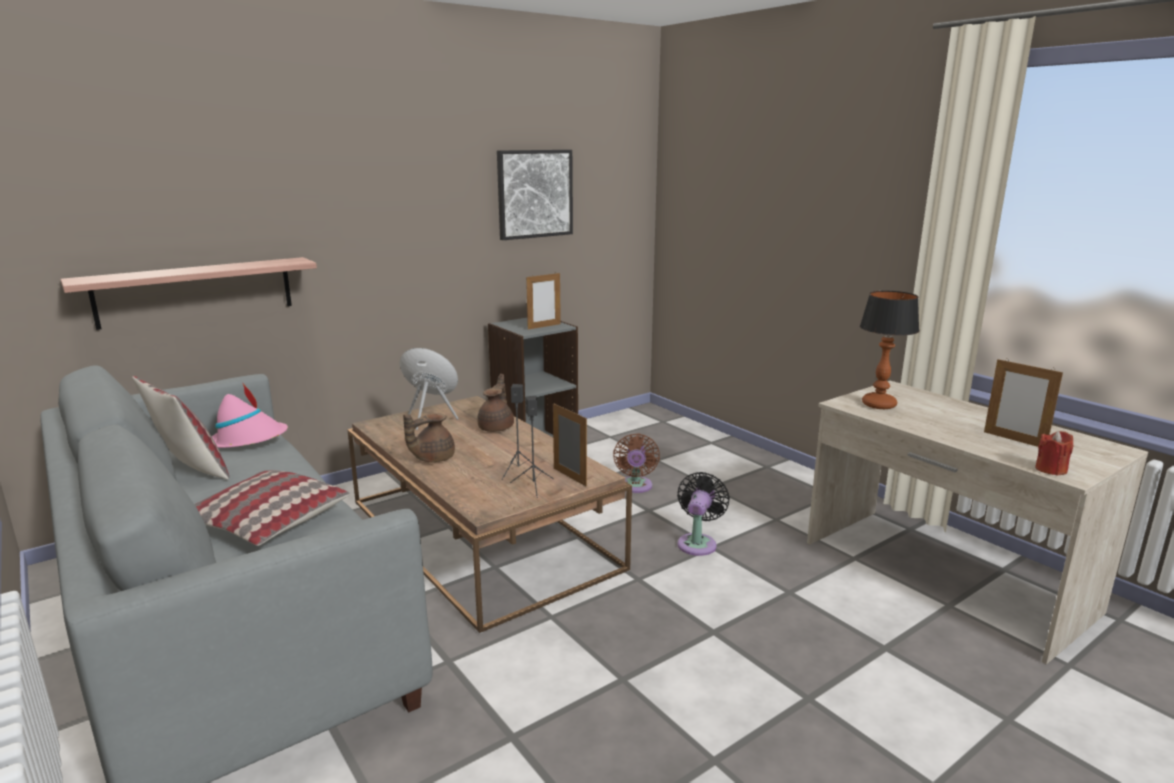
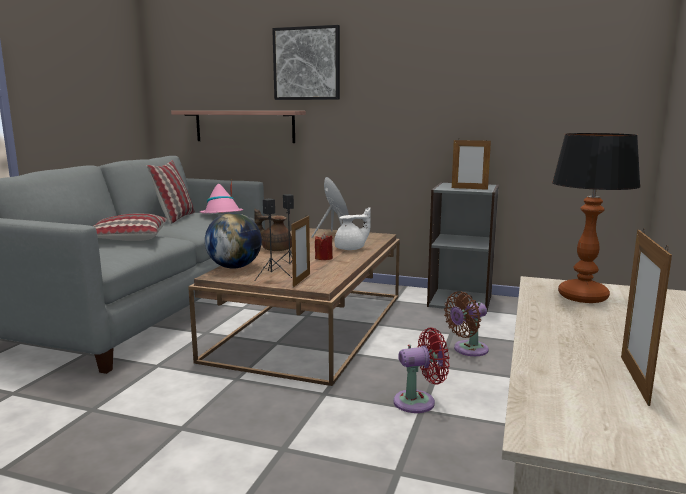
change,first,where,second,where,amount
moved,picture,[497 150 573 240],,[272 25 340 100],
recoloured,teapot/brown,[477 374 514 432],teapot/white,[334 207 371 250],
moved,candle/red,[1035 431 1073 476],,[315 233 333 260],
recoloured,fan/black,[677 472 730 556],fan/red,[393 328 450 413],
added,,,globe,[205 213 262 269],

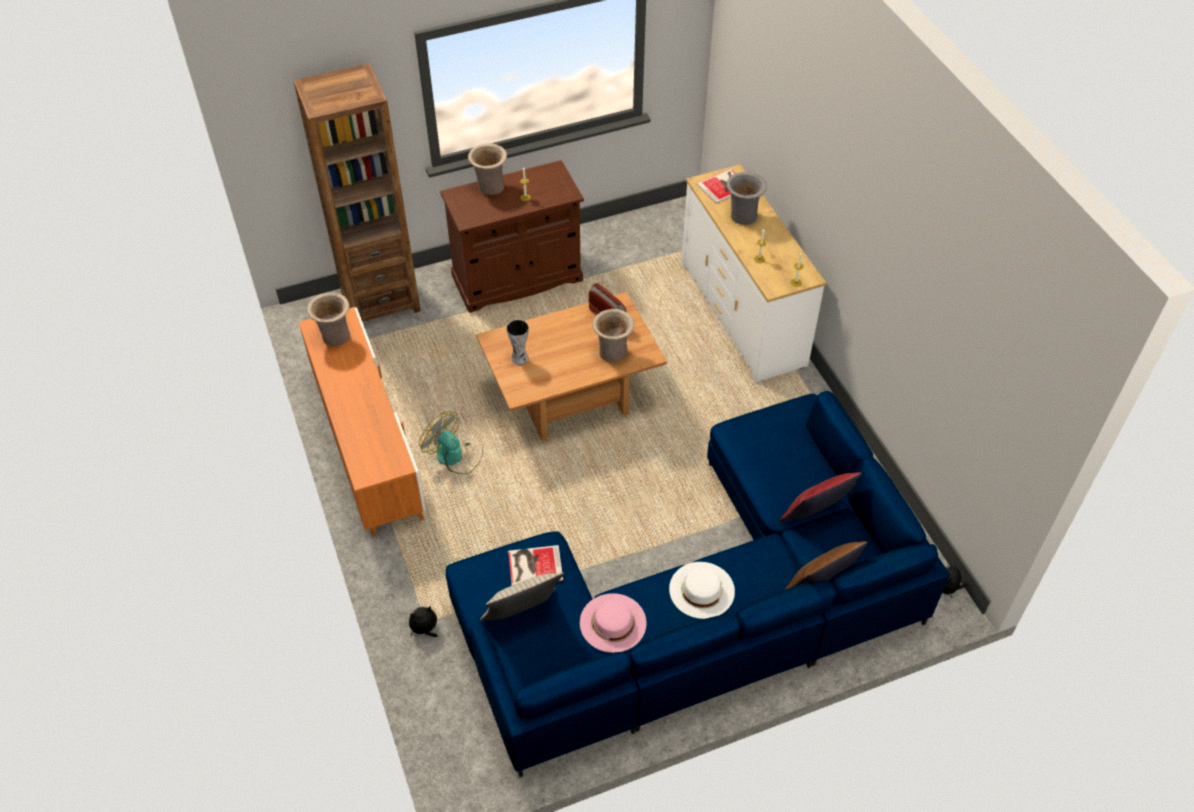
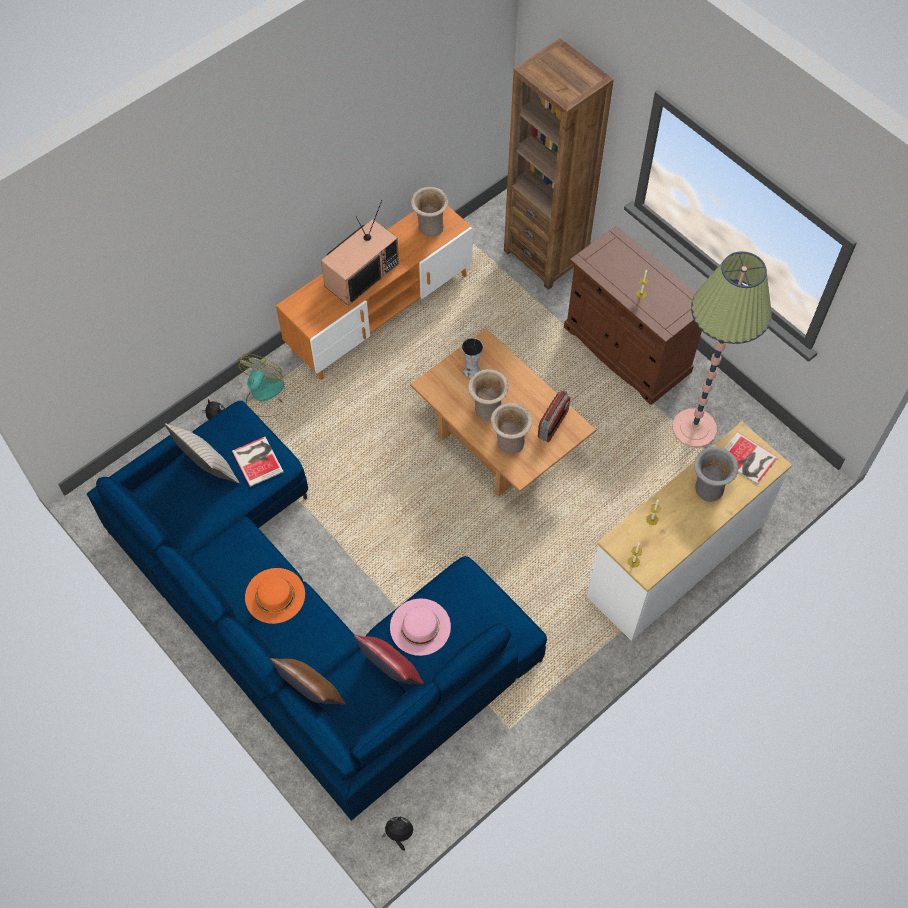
change,first,where,second,where,amount
moved,vase/beige,[468 143 507 195],,[468 369 509 421],
moved,fan,[419 411 483 474],,[238 354 284 417],
recoloured,hat/white,[669 562 735 619],hat/orange,[245 568 305 624],
moved,hat/pink,[580 593 647 653],,[390 599 451 656],
added,,,television,[321 200 399 306],
added,,,floor lamp,[672 251 772 447],

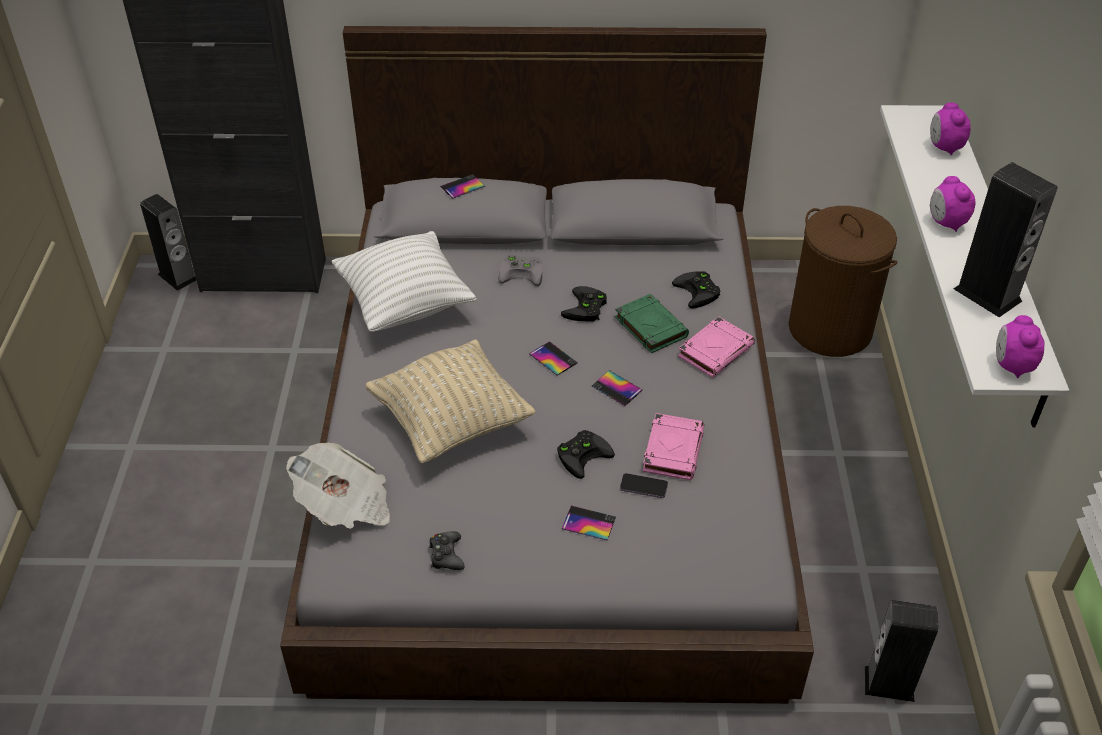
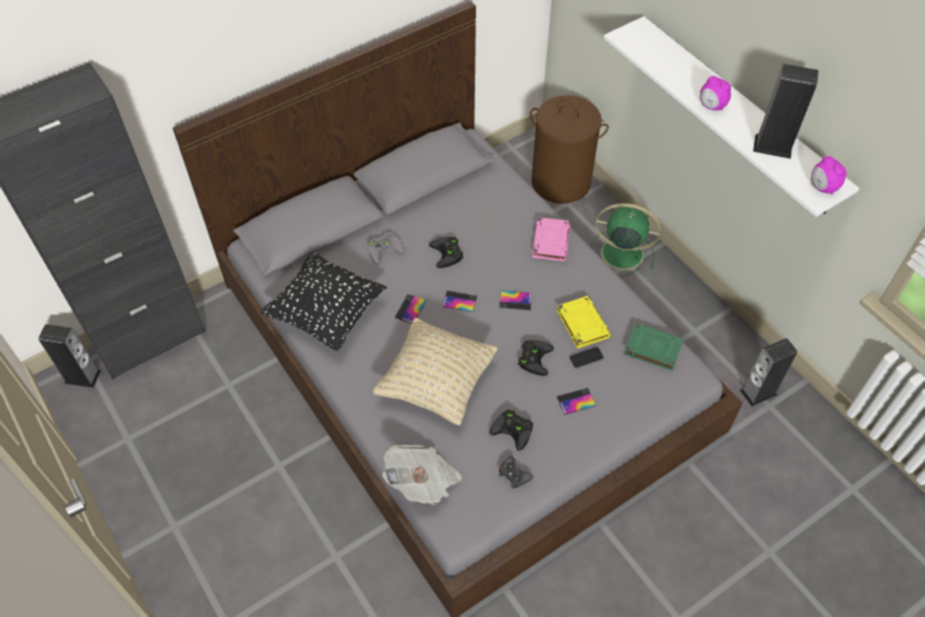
change,first,where,second,where,amount
removed,alarm clock,[930 102 971 155],,,
moved,phone,[440 174 485 199],,[394 294 427 323],
recoloured,pillow/white,[332 231 477 332],pillow/black,[261 251 387 351],
moved,game controller/black,[672 271 721 308],,[490 410 533 451],
moved,book/green,[615 294 689 353],,[624 323 683 371],
recoloured,book/pink,[643 413 704 480],book/yellow,[557 296 611 349],
added,,,fan/green,[591 203 661 277],

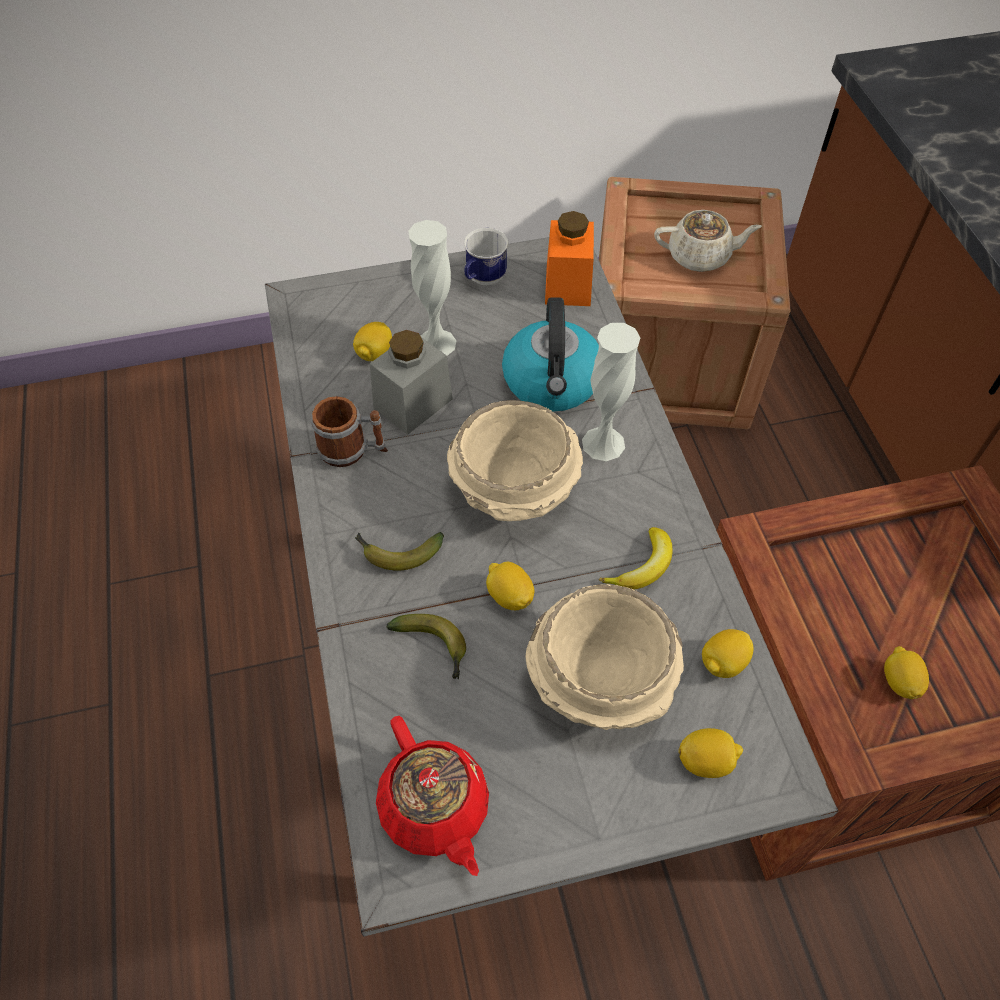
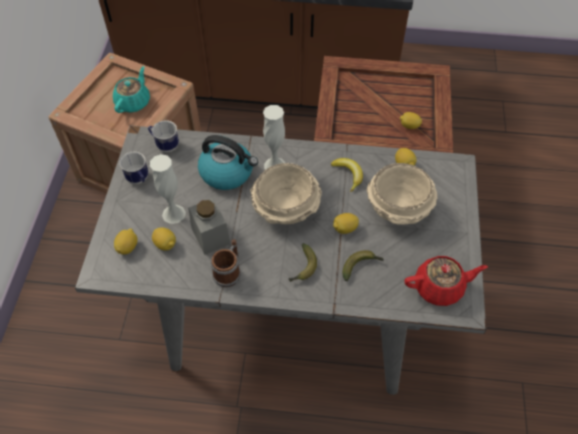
change,first,where,second,where,amount
recoloured,teapot/beige,[654 210 762 272],teapot/turquoise,[113 66 150 113],
replaced,jar/orange,[545 211 594 306],mug,[148 120 179 152],
moved,lemon,[678 728 743 778],,[114 228 138 255],

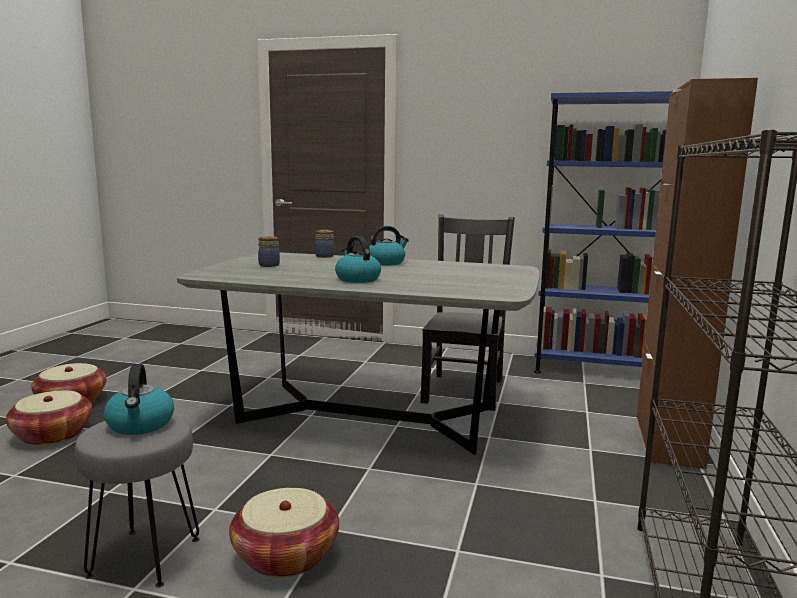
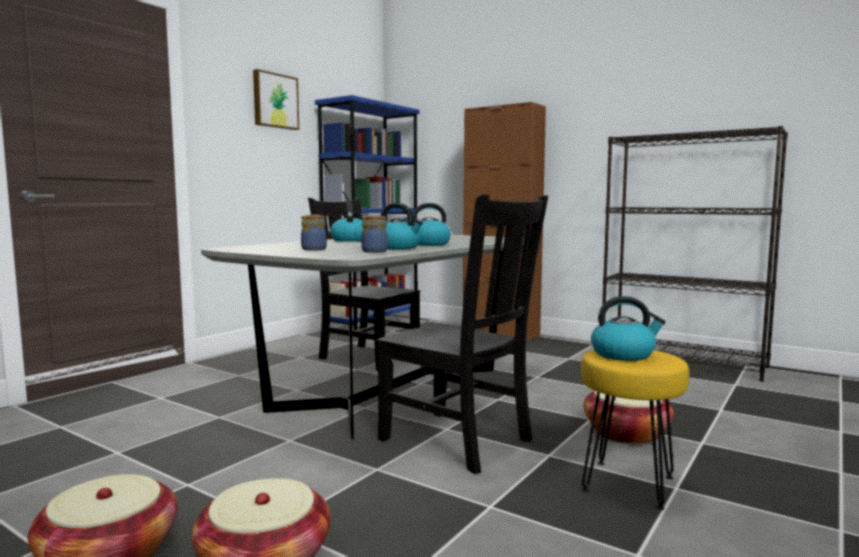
change,first,where,second,where,amount
moved,jar,[315 230 334 258],,[361 215 388 253],
recoloured,stool/grey,[75 415 199 588],stool/yellow,[581 350 689 510],
added,,,picture,[253 69 299 130],
added,,,chair/black,[377 194 548 474],
added,,,kettle,[381 203 423 249],

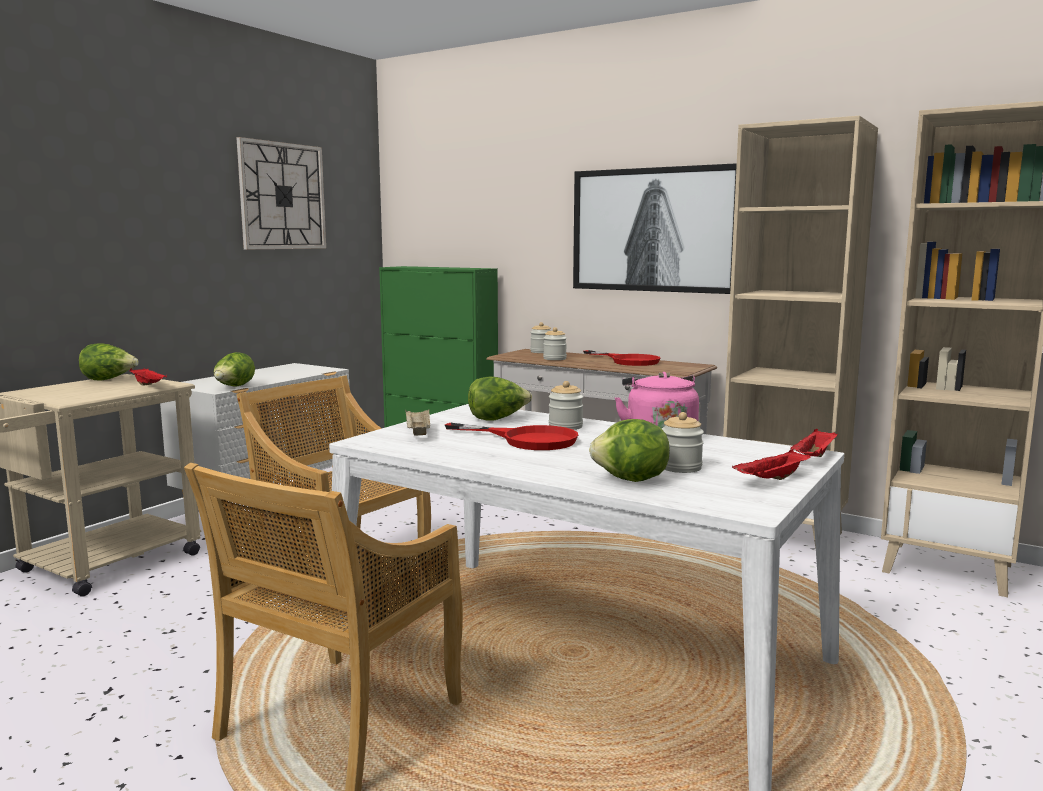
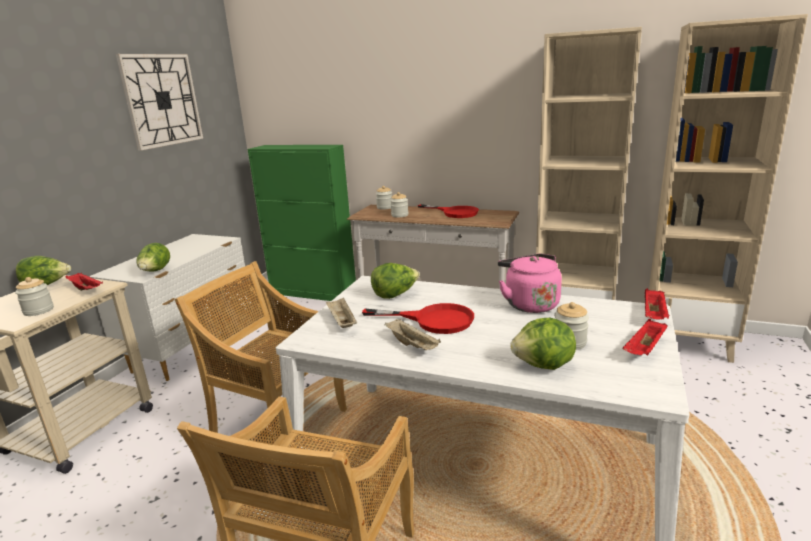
change,first,where,second,where,amount
removed,picture,[573 163 737 294],,,
moved,jar,[549 381 583 430],,[15 277 54 316],
added,,,tray/beige,[385 319 441 350],

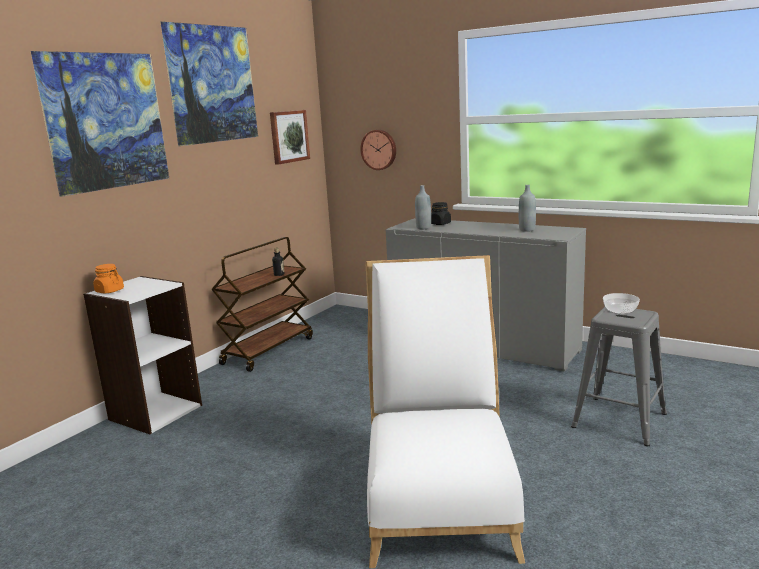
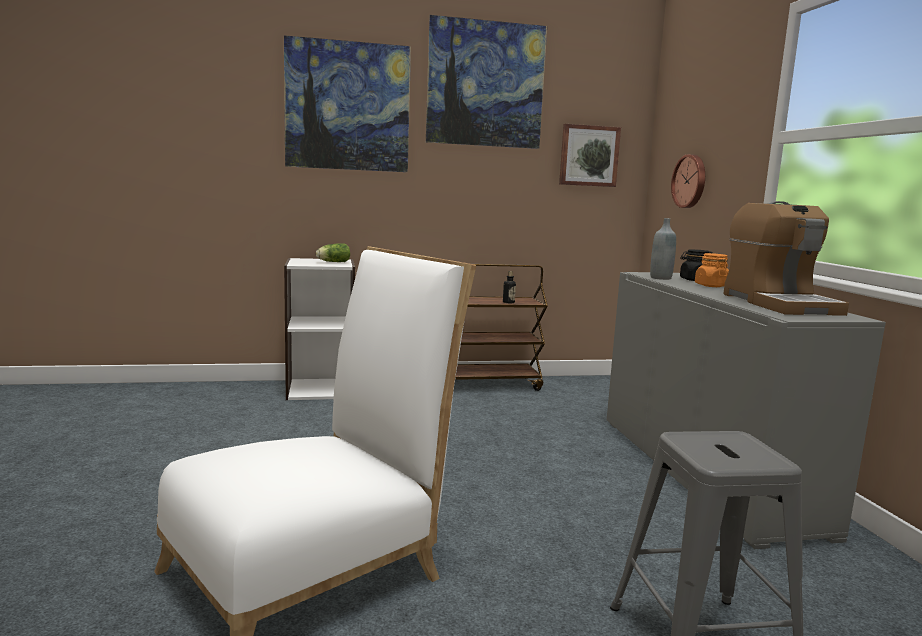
change,first,where,second,where,amount
replaced,bottle/grey,[519 185 536 232],coffee machine,[723 201 849 316],
moved,jar/orange,[93 264 124 293],,[695 253 729 287],
removed,bowl,[603 293 640 314],,,
added,,,lettuce,[316 243 350 262],

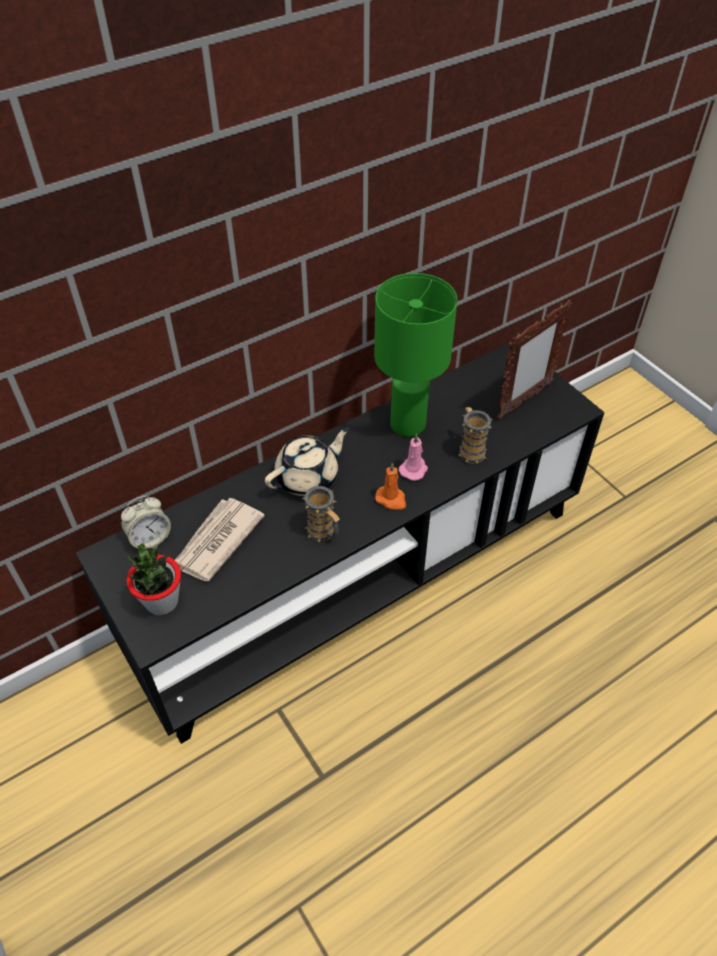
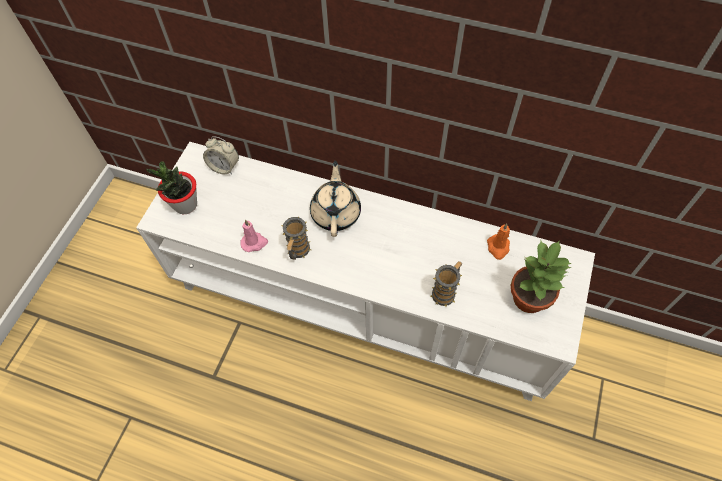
change,first,where,second,where,amount
removed,table lamp/green,[374 273 457 437],,,
replaced,picture frame,[497 300 572 420],potted plant,[511 240 572 313],
recoloured,tv stand/black,[76 341 604 744],tv stand/white,[136 142 595 401],
turned,teapot/beige,[265 427 350 496],,[310 161 361 237],105 degrees counterclockwise
moved,candle/pink,[399 434 428 481],,[240 219 268 252],
moved,candle/orange,[375 463 406 509],,[487 223 510 260],
removed,newspaper,[175 498 265 581],,,

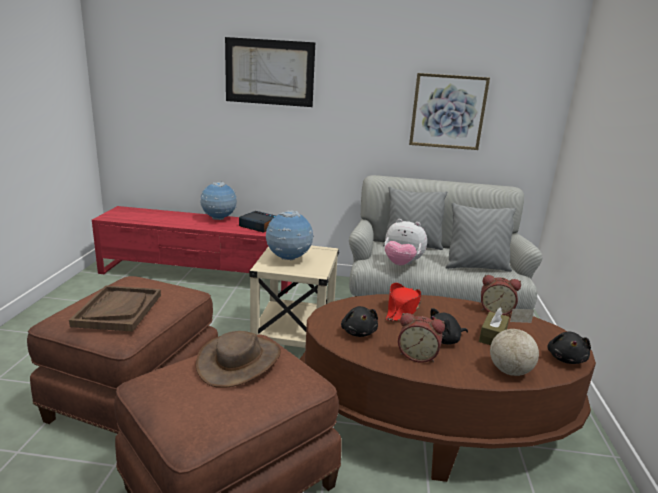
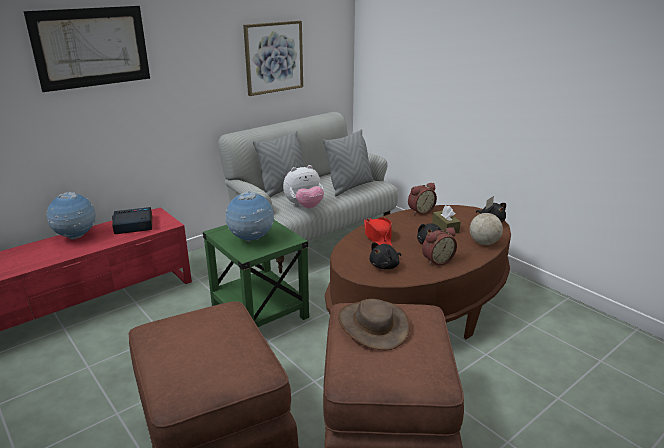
change,first,where,second,where,amount
recoloured,side table/beige,[249 245 339 348],side table/green,[203 220 309 327],
removed,tray/brown,[69 285 161 332],,,
turned,plush toy/black,[341 306 378 337],,[369 242 401 269],105 degrees clockwise

